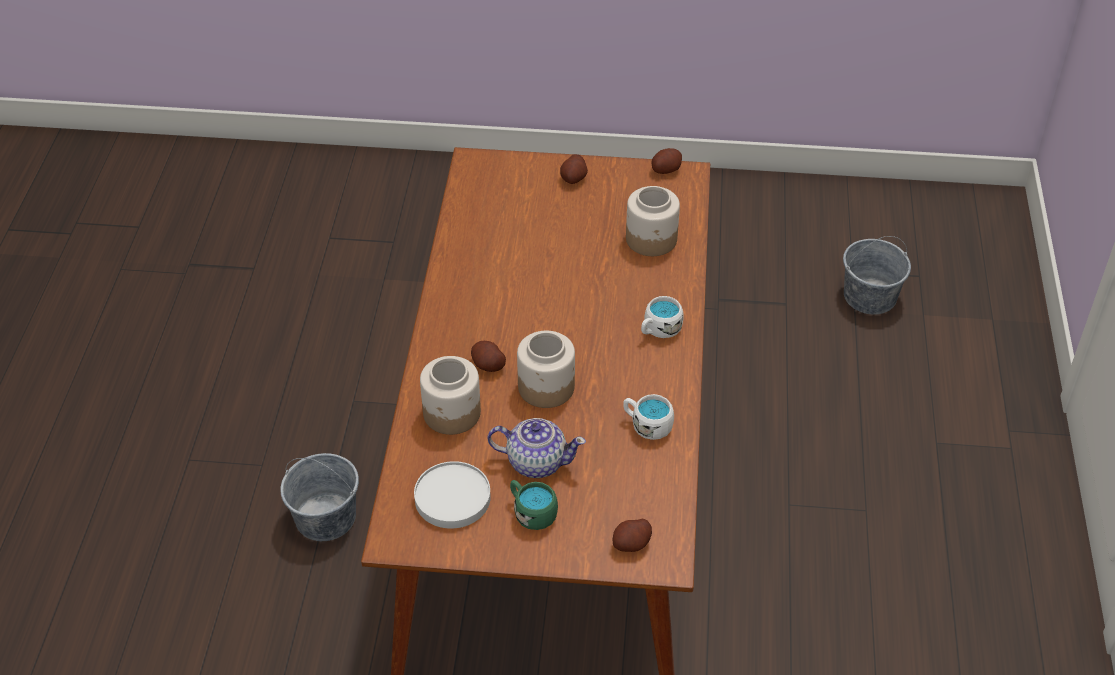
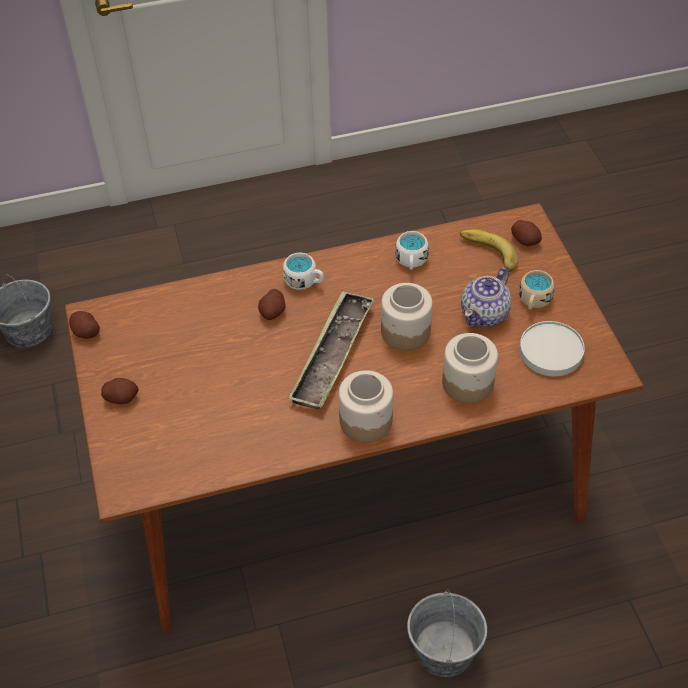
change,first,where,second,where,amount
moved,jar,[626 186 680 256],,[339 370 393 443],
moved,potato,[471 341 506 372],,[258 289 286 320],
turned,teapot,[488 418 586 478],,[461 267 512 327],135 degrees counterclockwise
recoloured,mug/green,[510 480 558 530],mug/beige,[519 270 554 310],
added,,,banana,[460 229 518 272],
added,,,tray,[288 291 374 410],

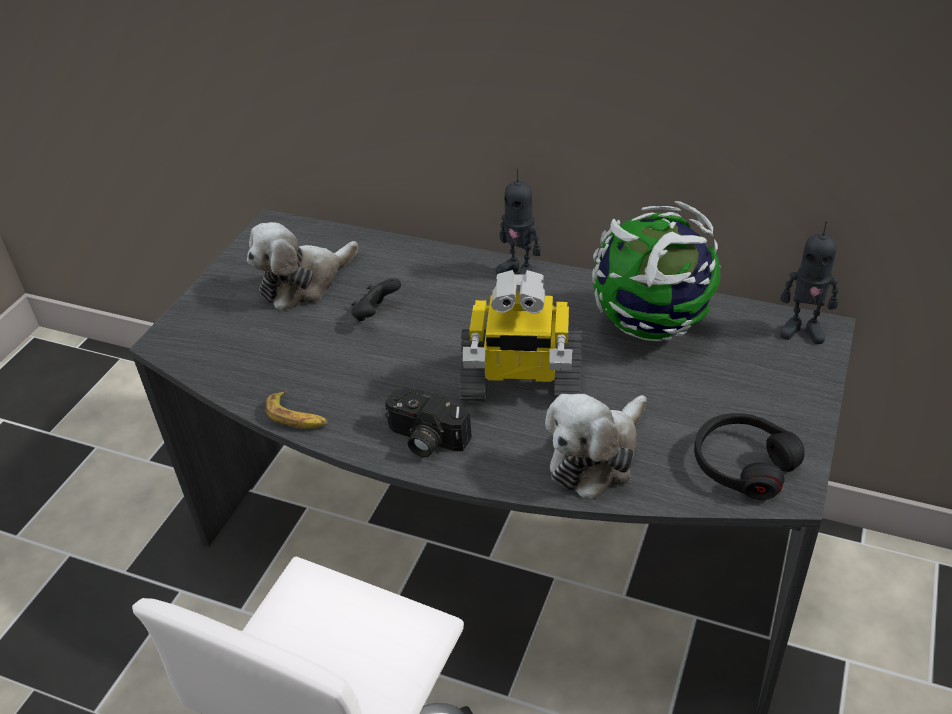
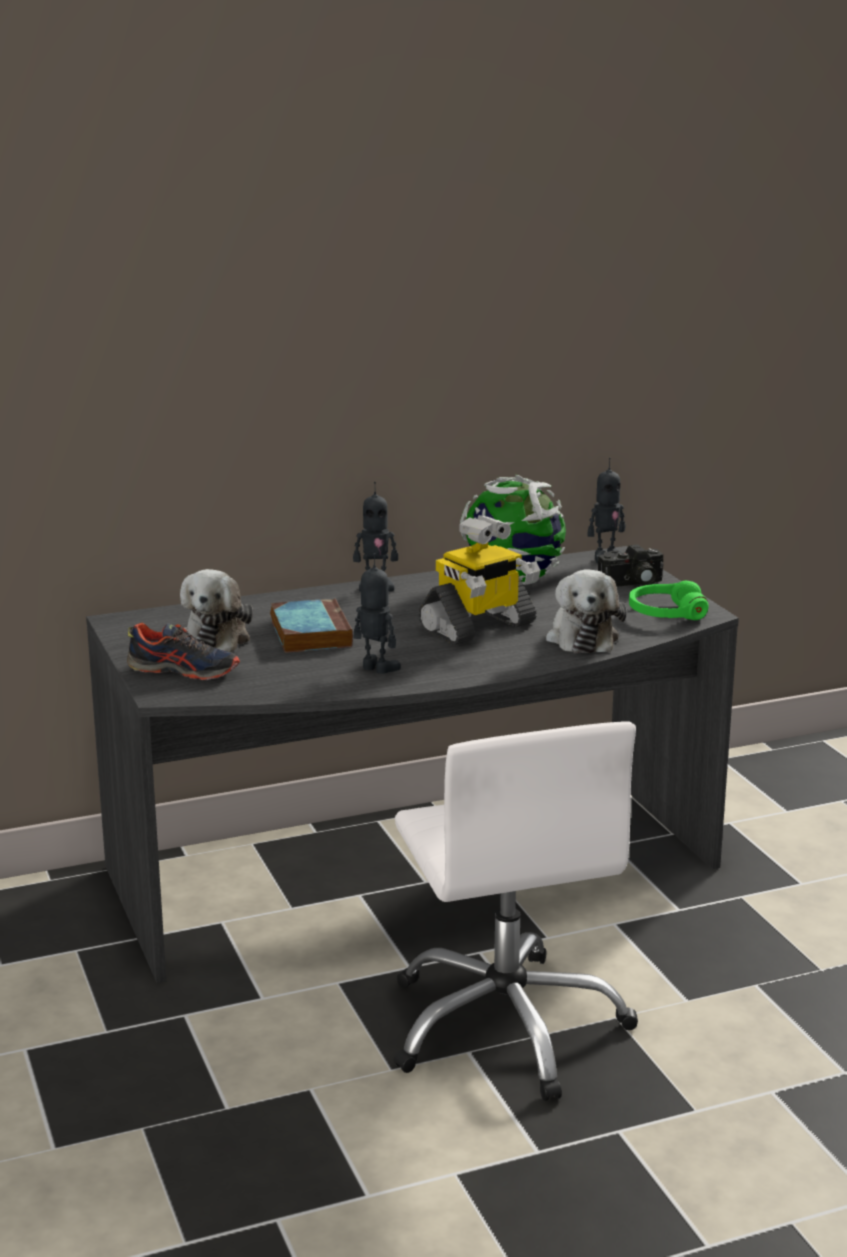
change,first,where,second,where,amount
replaced,game controller/black,[351 278 401 322],book,[270 598 353 653],
moved,photo camera,[385 387 472 457],,[598 544 663 587],
removed,banana,[265 391 328 428],,,
recoloured,headphones/black,[694 413 805 500],headphones/green,[629 581 709 620],
added,,,toy robot,[354 553 401 674],
added,,,shoe,[127 623 240 680],

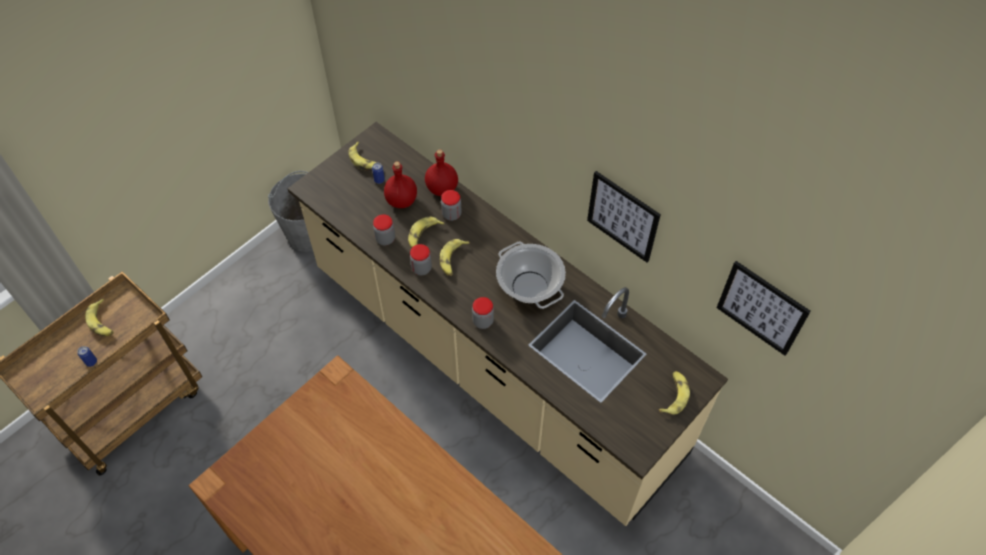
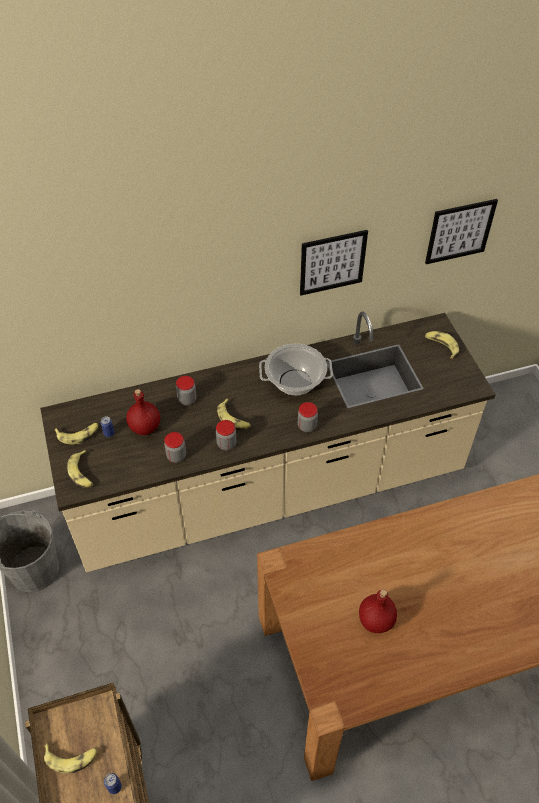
change,first,where,second,where,amount
moved,bottle/red,[425 149 458 196],,[359 589 397 633],
moved,banana,[408 217 444 248],,[67 450 93 488],

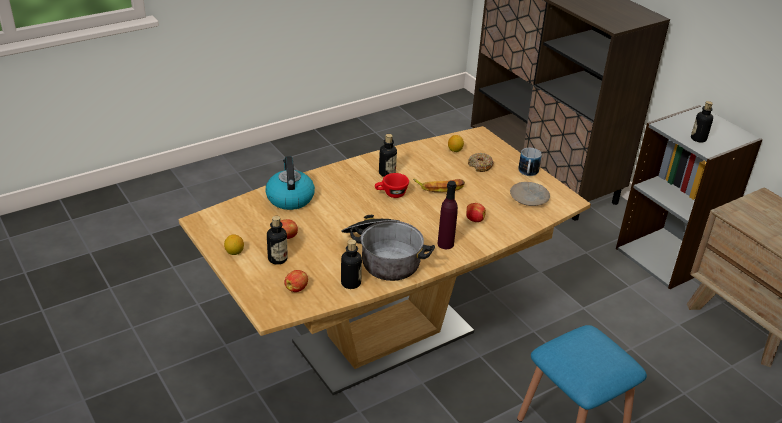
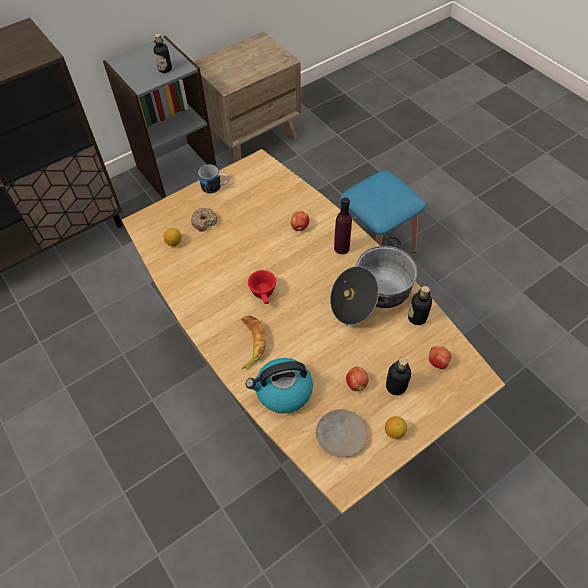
change,first,where,second,where,amount
removed,bottle,[379 134 397 177],,,
moved,banana,[413 179 465 192],,[241 316 266 369],
moved,plate/beige,[510 182 550 206],,[316 409 368 457],

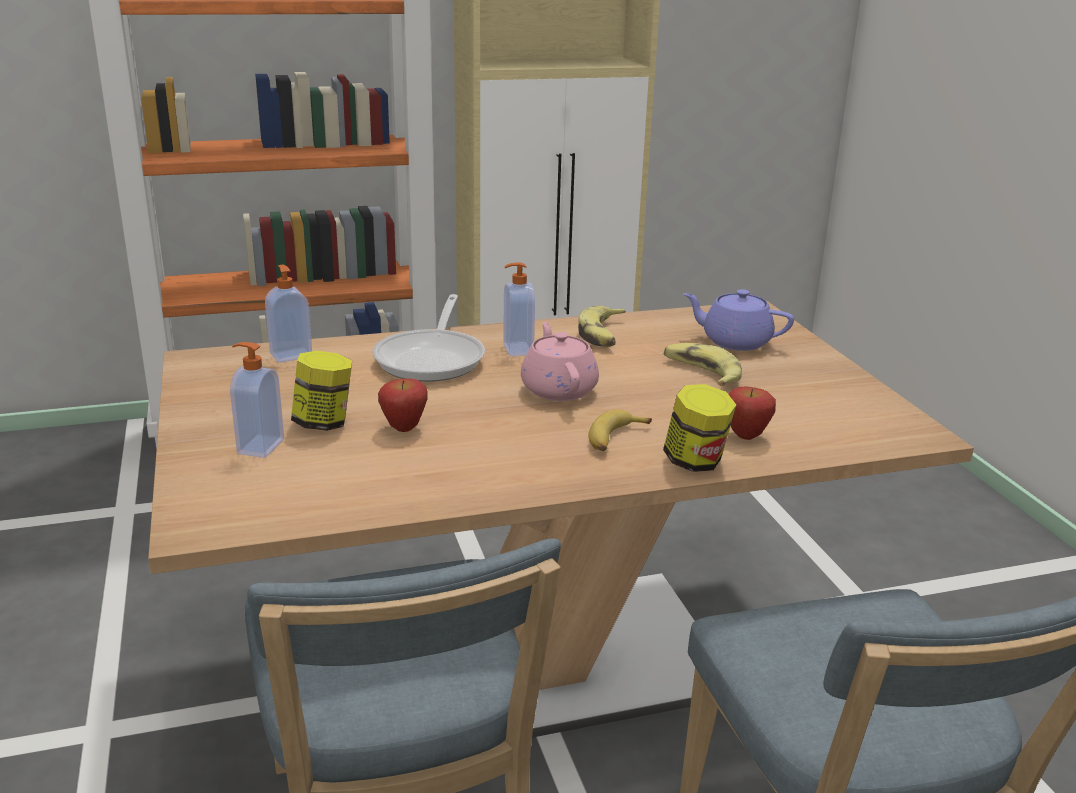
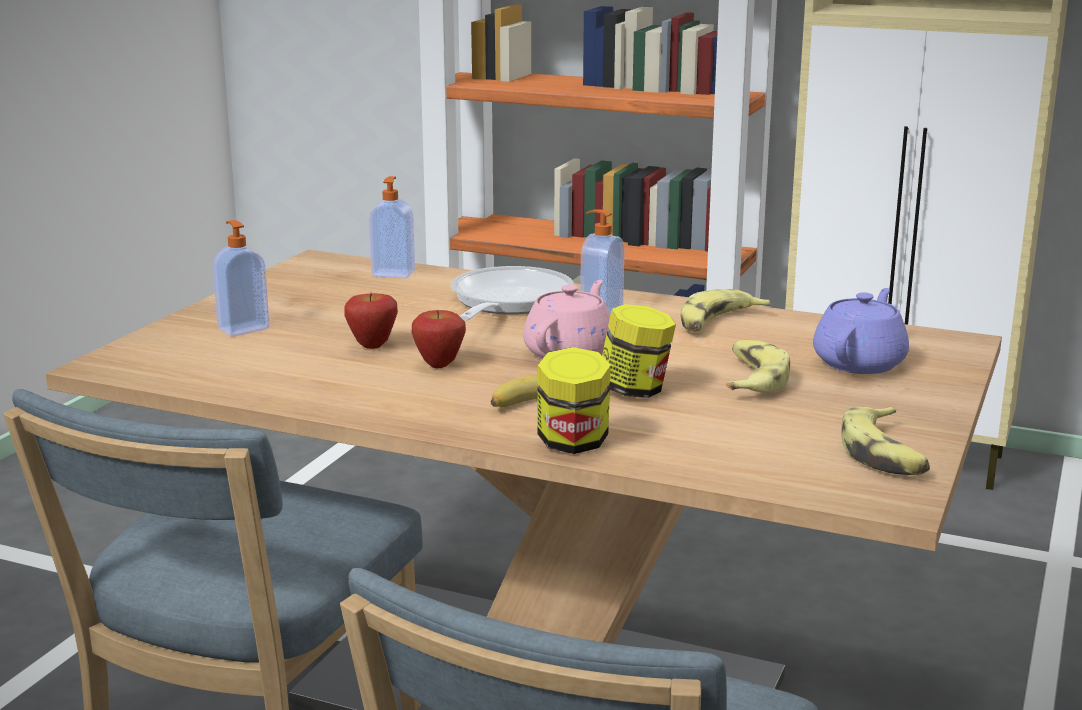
change,first,where,second,where,amount
turned,teapot/purple,[683 289 794 351],,[813 288 909 374],60 degrees clockwise
turned,frying pan,[372 294 485 382],,[451 266 574 320],150 degrees clockwise
moved,jar,[291 351 352 431],,[602 304 676 398],
moved,apple,[728 387 776 440],,[412 310 466 368],
added,,,banana,[841 406 930 475],

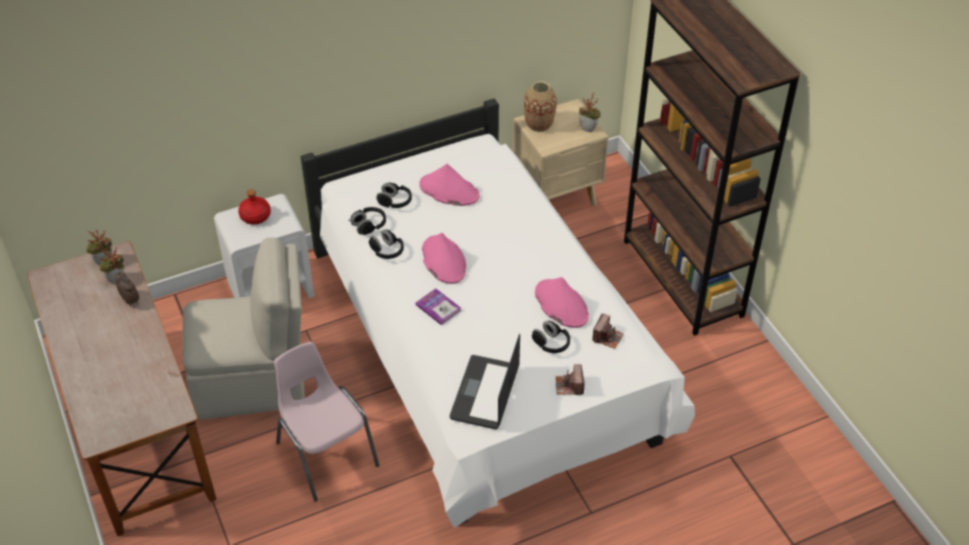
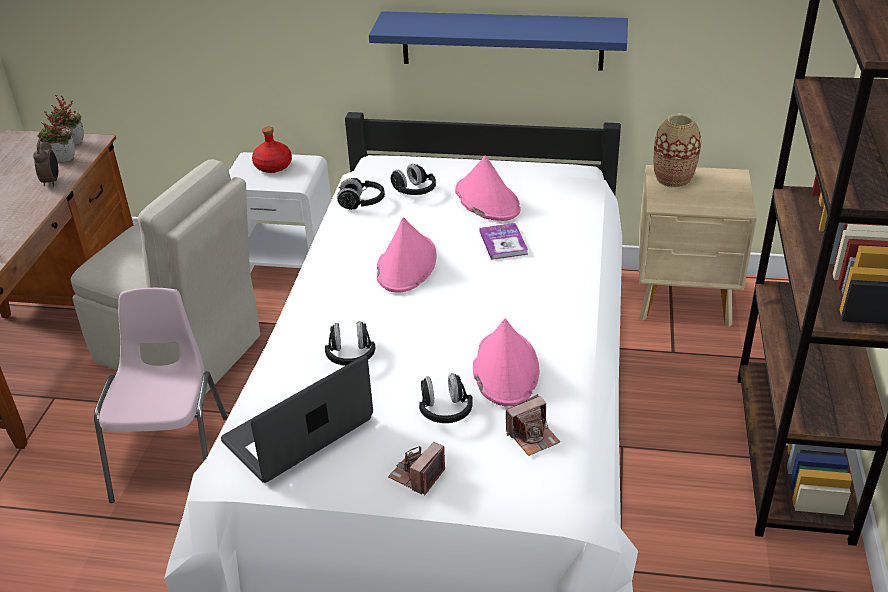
change,first,where,second,where,amount
removed,potted plant,[579 93 601 132],,,
moved,headphones/black,[369 230 404 259],,[325 321 376 366],
moved,book,[416 288 461 325],,[480 223 528 260],
added,,,shelf/blue,[369 11 628 71],

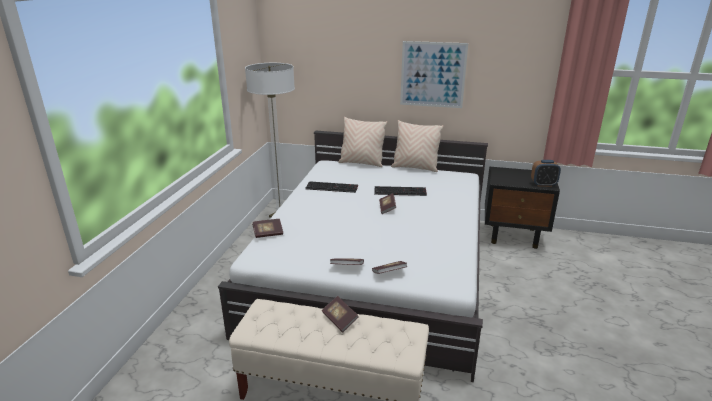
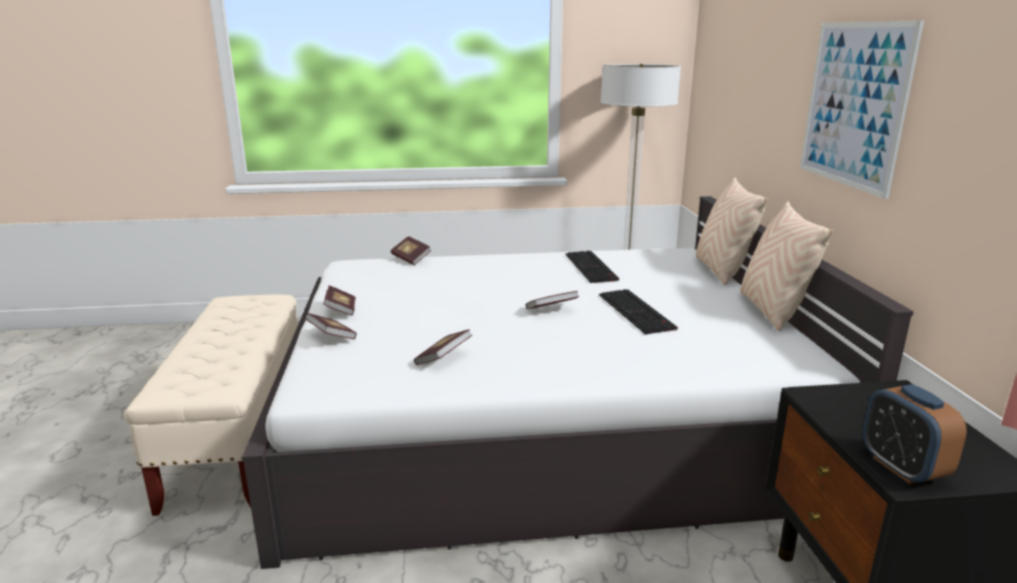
change,first,where,second,where,amount
moved,book,[322 296 358 333],,[414 329 472 365],

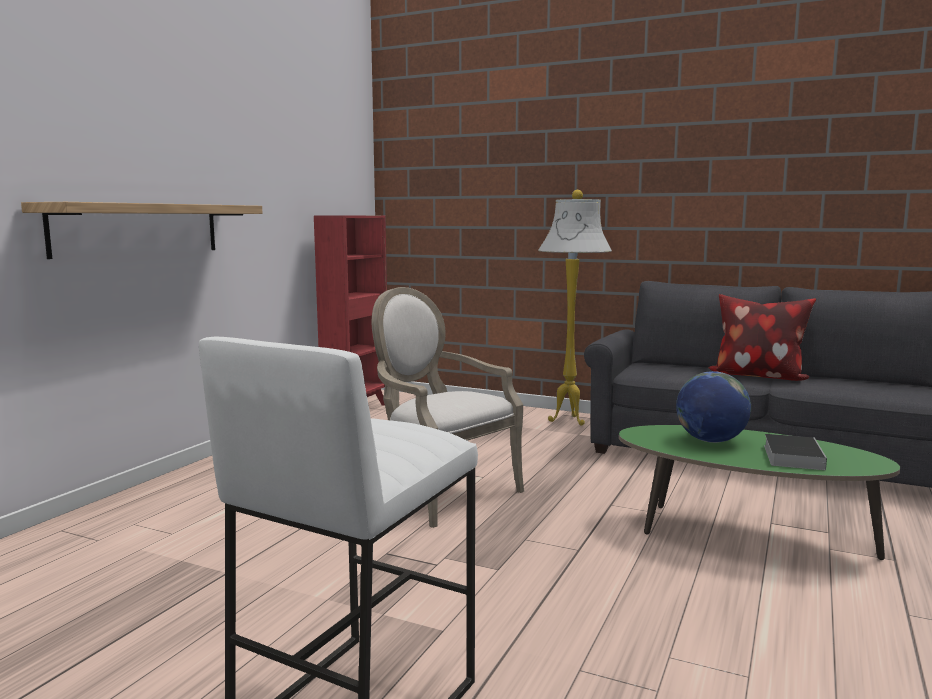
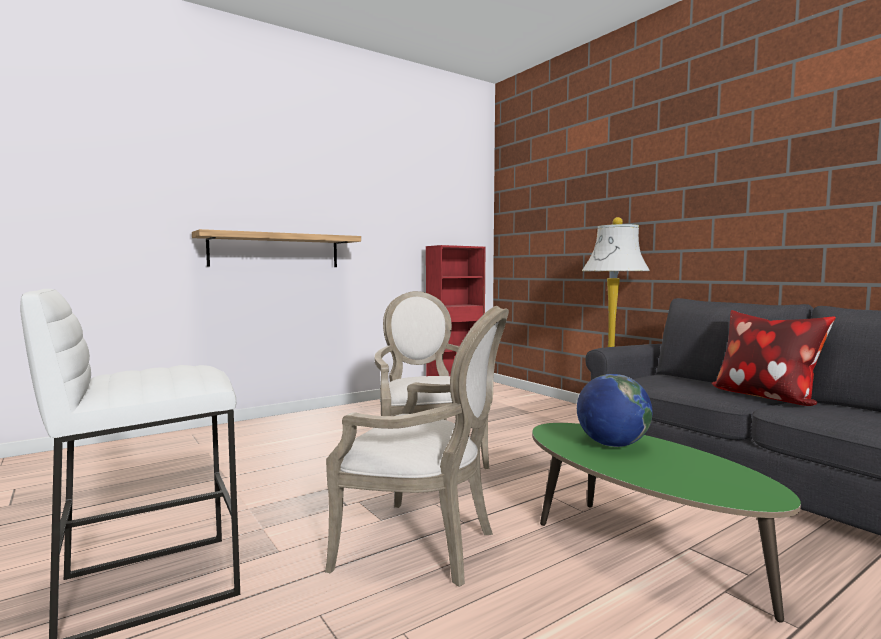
change,first,where,second,where,amount
removed,book,[764 434 827 470],,,
added,,,armchair,[325 306 509 587],

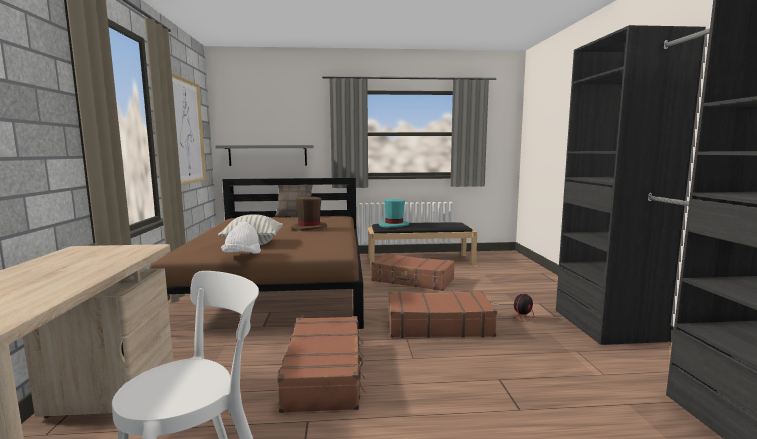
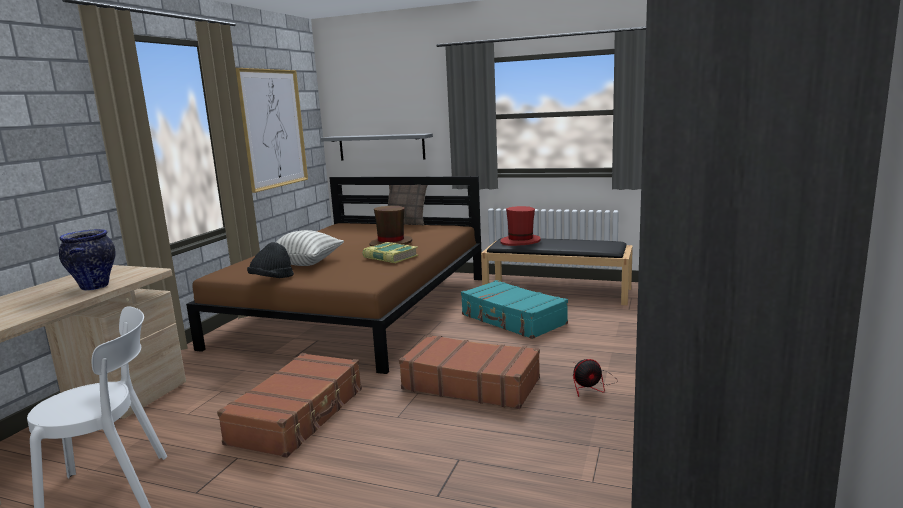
change,first,where,second,where,amount
recoloured,hat/turquoise,[379 199 409 228],hat/red,[500 206 541 246],
recoloured,hat/white,[221 221 261 254],hat/black,[247 242 294 278],
recoloured,suitcase/brown,[371 253 455 291],suitcase/turquoise,[461 280 568 339],
added,,,vase,[59 229 116 291],
added,,,book,[363 242 418 263],

